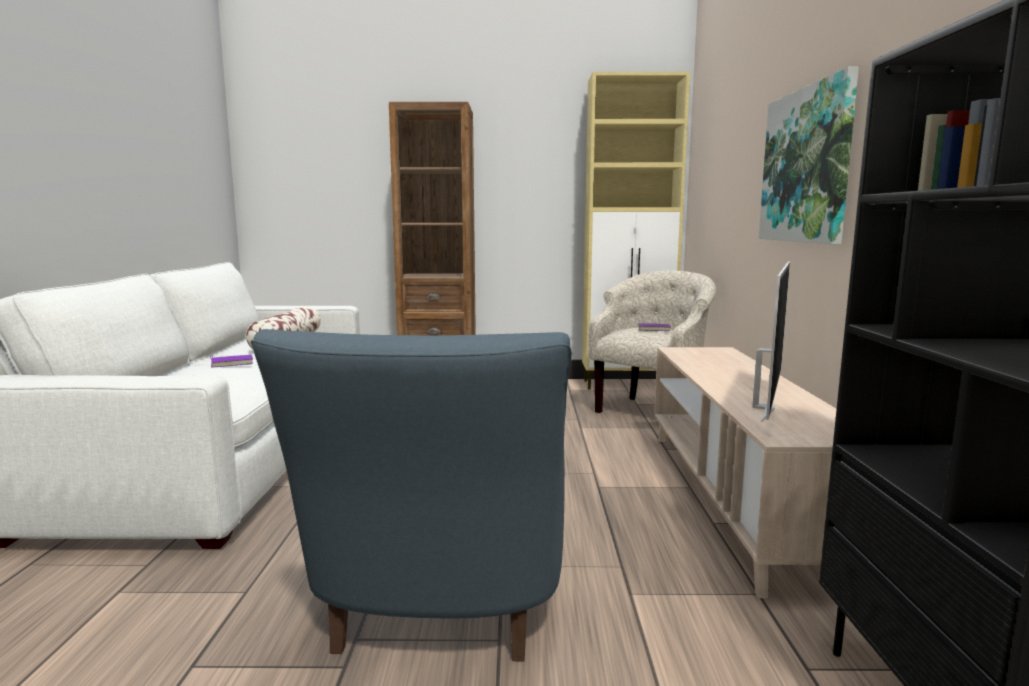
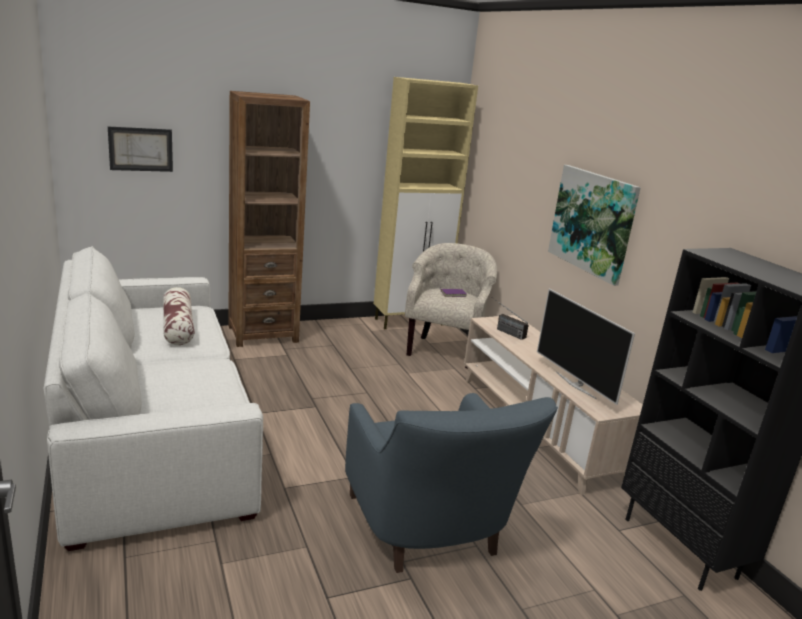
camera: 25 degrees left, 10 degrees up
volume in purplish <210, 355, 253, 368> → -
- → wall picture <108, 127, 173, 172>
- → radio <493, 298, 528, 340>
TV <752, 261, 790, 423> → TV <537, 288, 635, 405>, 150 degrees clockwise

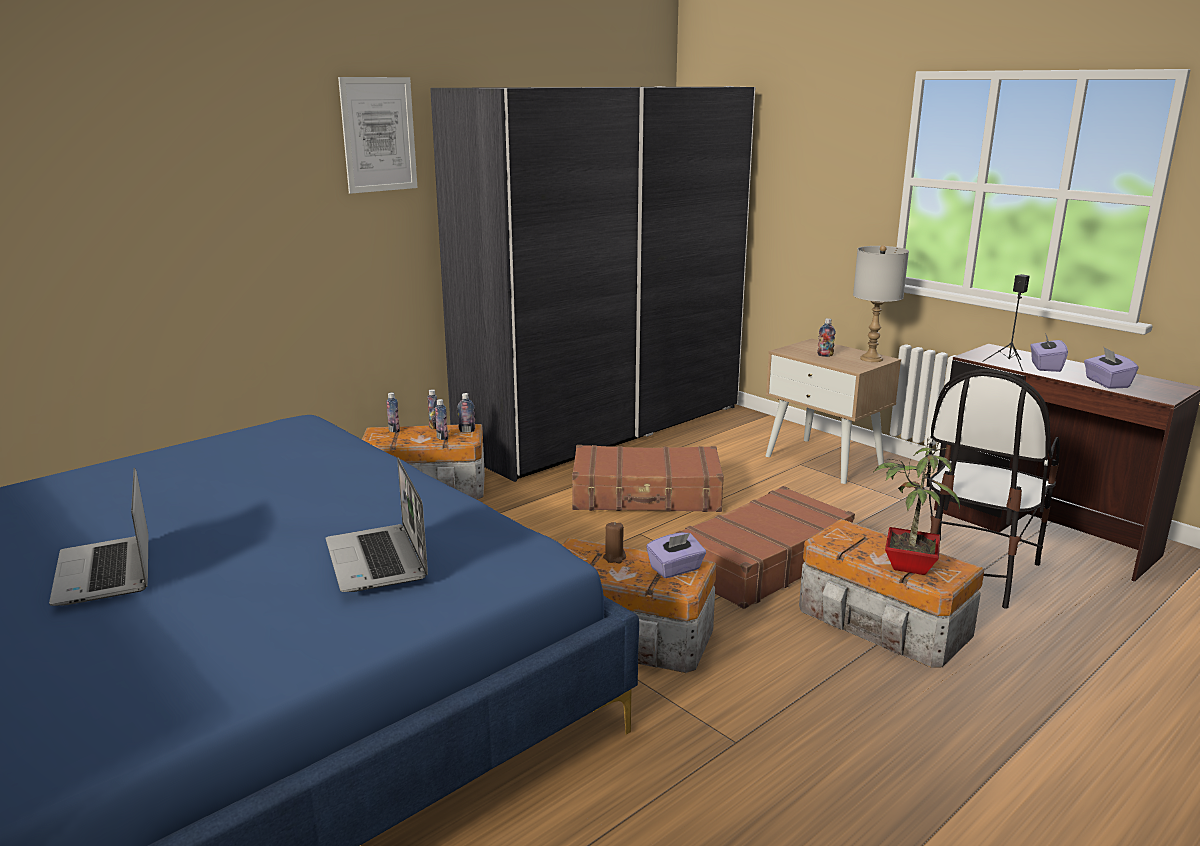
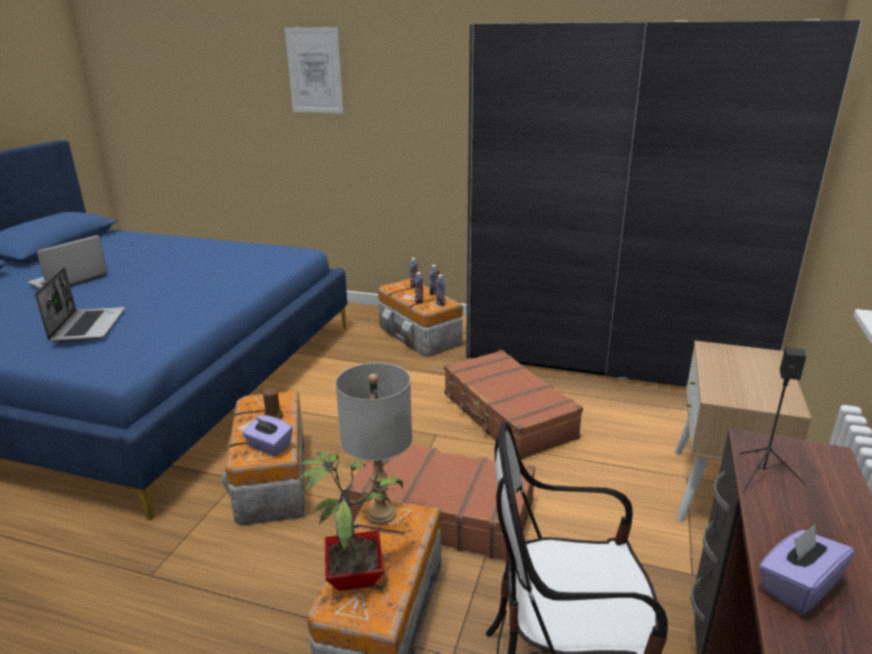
camera: 60 degrees right, 5 degrees up
drink bottle <817, 318, 836, 357> → -
tissue box in purplish <1030, 333, 1068, 372> → -
wall picture <338, 77, 418, 194> → wall picture <285, 27, 344, 113>, moved
lamp for a table in gray <853, 245, 909, 362> → lamp for a table in gray <336, 362, 412, 525>, moved
laptop <326, 458, 428, 592> → laptop <35, 267, 125, 343>, 135 degrees clockwise

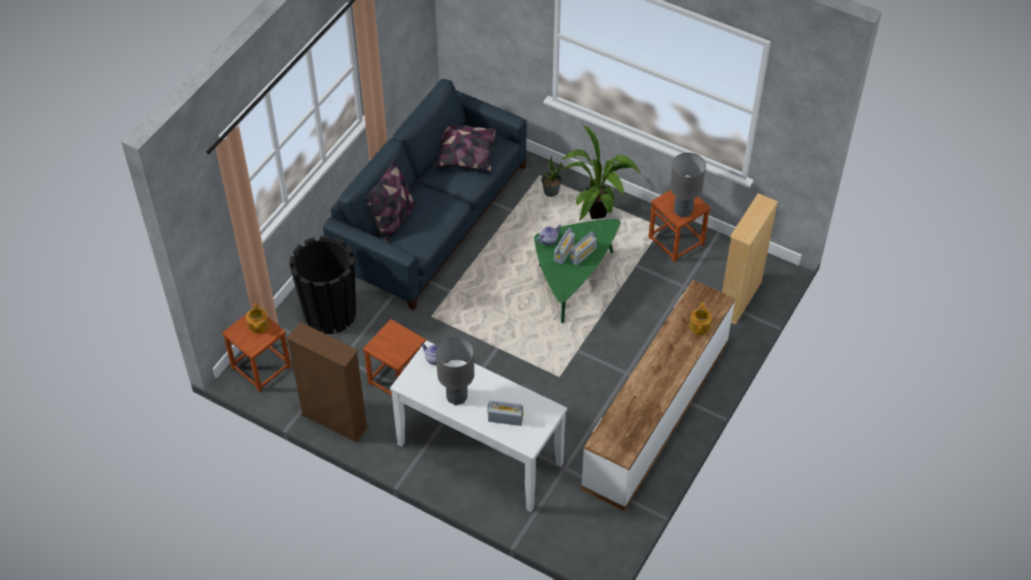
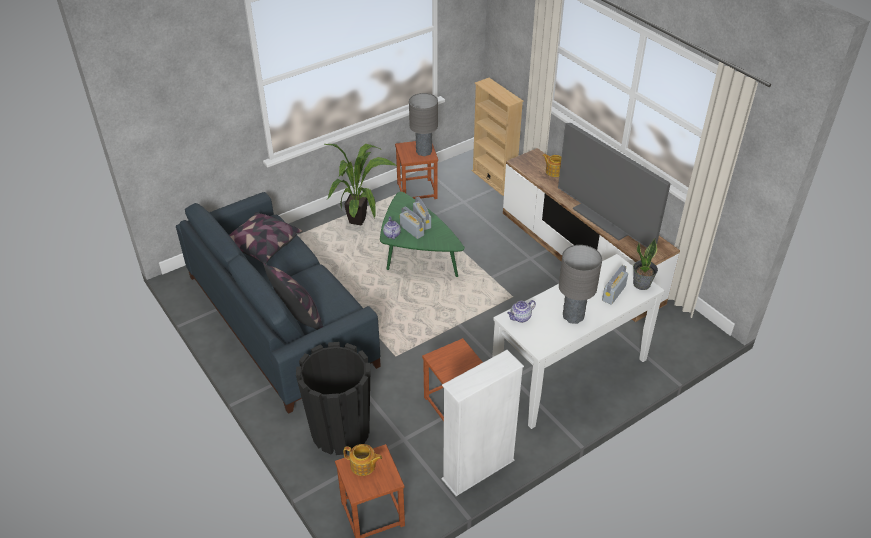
camera: 65 degrees left, 10 degrees down
- → TV <558, 123, 671, 248>
houseplant <541, 155, 563, 197> → houseplant <633, 238, 658, 290>, moved
shelving unit in brown-coloured <287, 322, 369, 443> → shelving unit in whitish <441, 350, 524, 496>

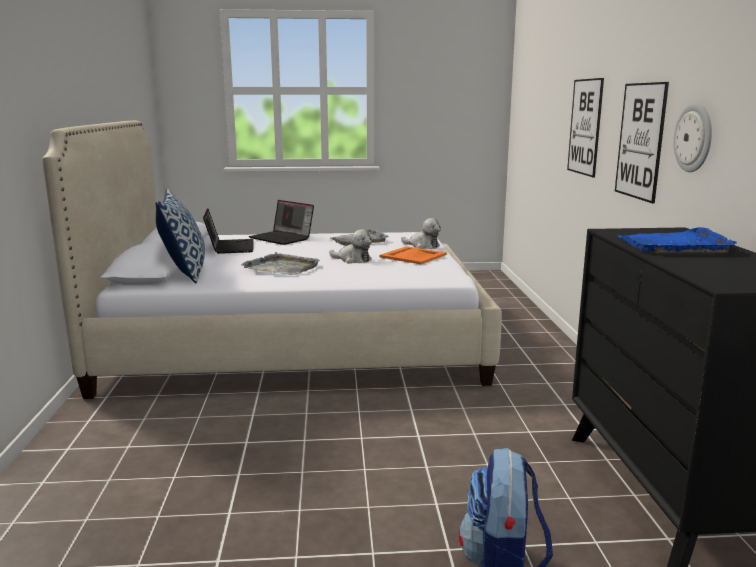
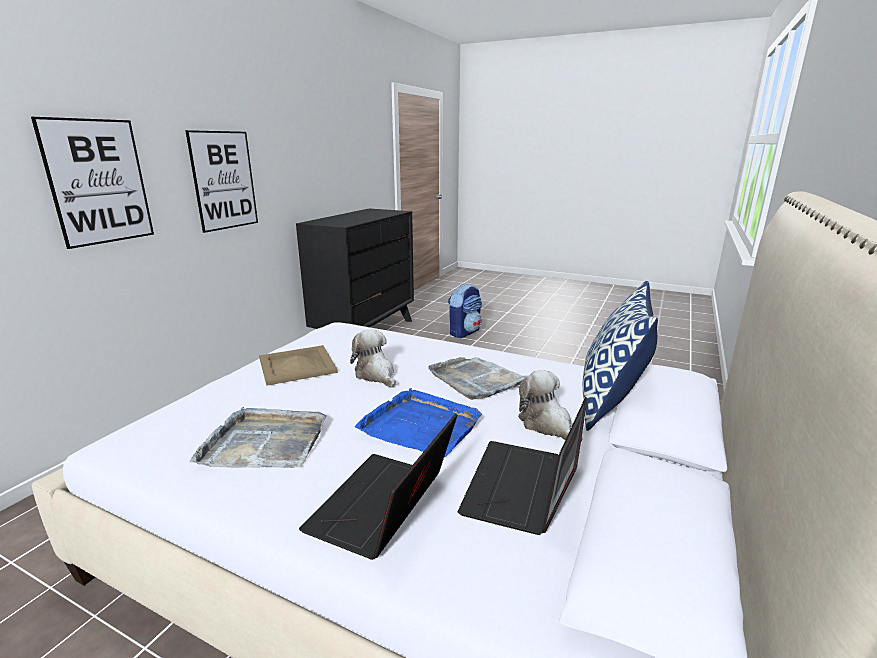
camera: 150 degrees left, 5 degrees up
clock on the wall <673, 103, 712, 172> → -
soft toy <401, 218, 441, 249> → soft toy <518, 370, 582, 441>, moved
tray in blue-coloured <618, 227, 737, 253> → tray in blue-coloured <355, 388, 482, 457>, moved
tray in orangey <380, 246, 447, 264> → tray in sand-coloured <259, 345, 338, 386>
laptop <249, 200, 314, 245> → laptop <299, 413, 457, 560>, 135 degrees counterclockwise

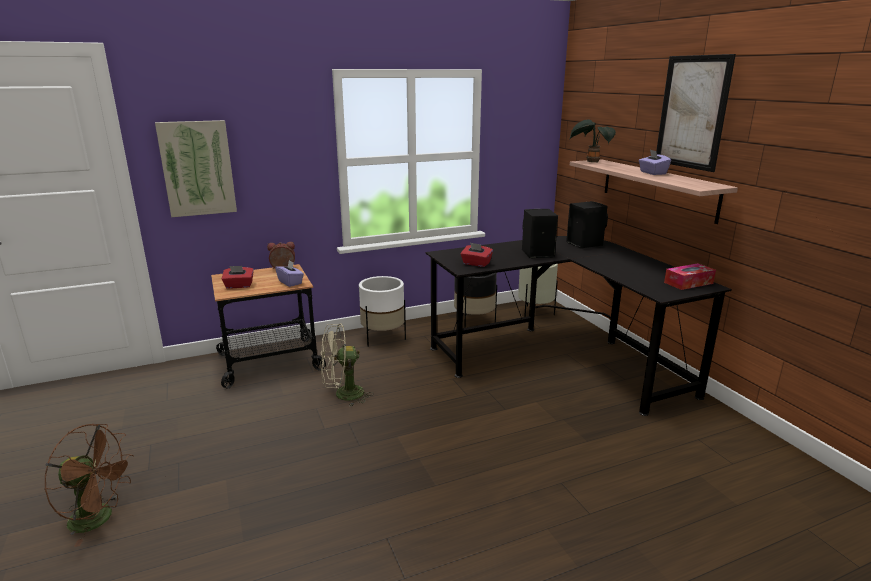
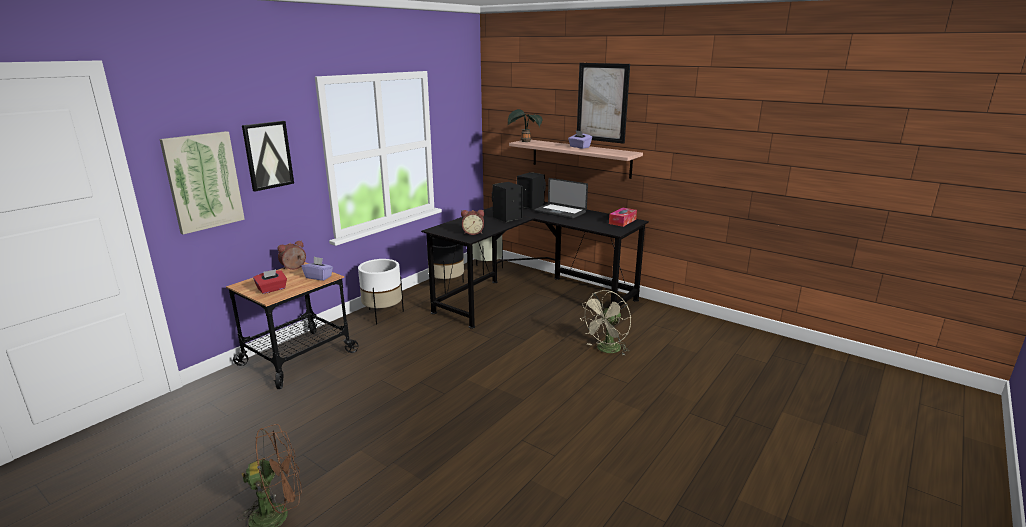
camera: 30 degrees left, 0 degrees up
- → wall picture <242, 121, 294, 192>
- → laptop <534, 178, 588, 219>
fan in sand-coloured <320, 324, 374, 406> → fan in sand-coloured <582, 290, 631, 356>, moved
tissue box in red <461, 243, 493, 267> → table clock <461, 210, 484, 235>

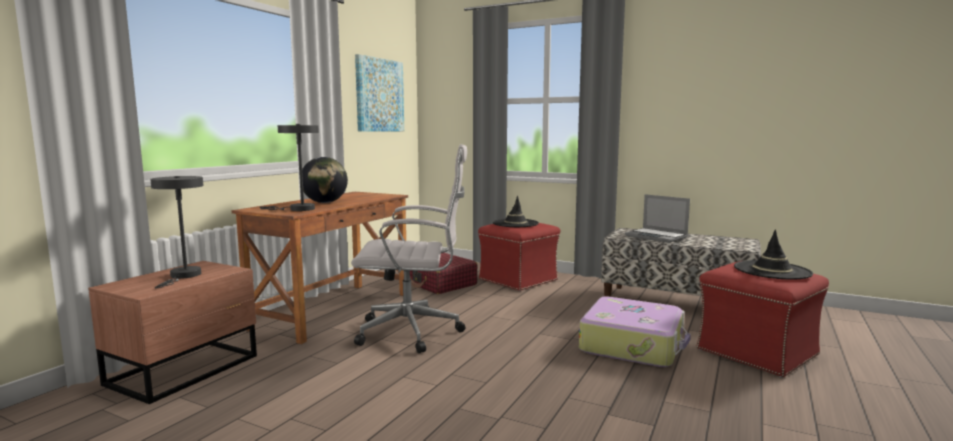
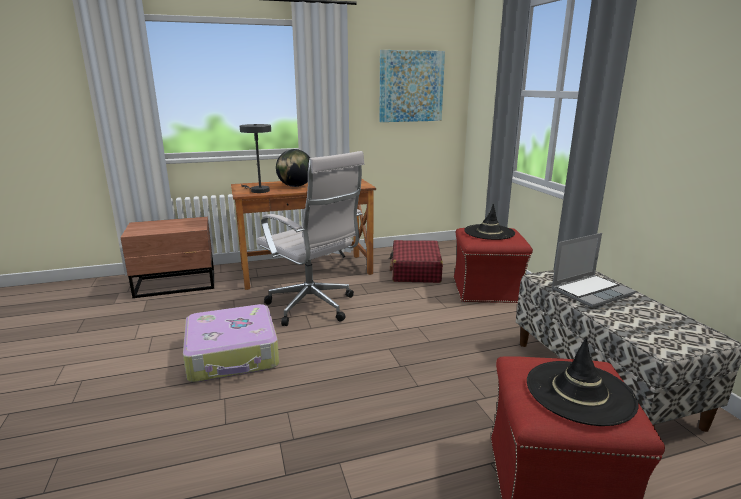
camera: 45 degrees right, 10 degrees up
lamp for a table in gray <150, 176, 204, 288> → -
suitcase <579, 296, 691, 367> → suitcase <183, 304, 279, 382>, moved
laptop <625, 194, 690, 243> → laptop <551, 233, 636, 308>, 120 degrees counterclockwise

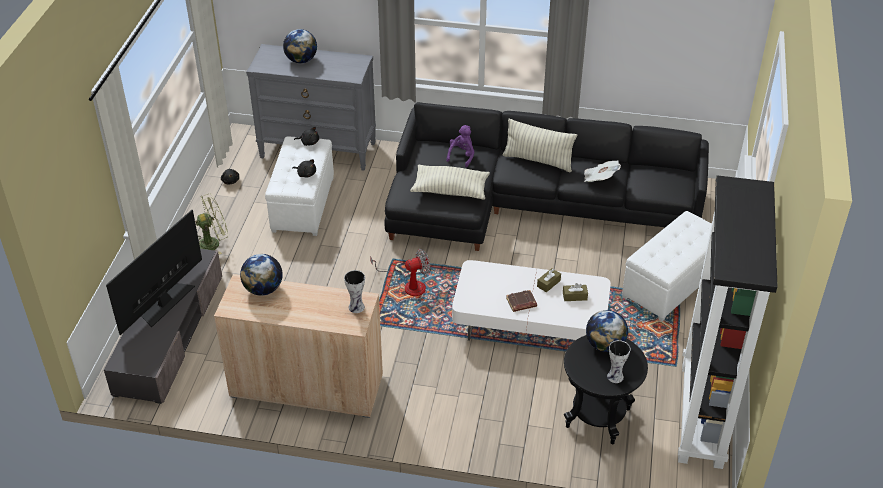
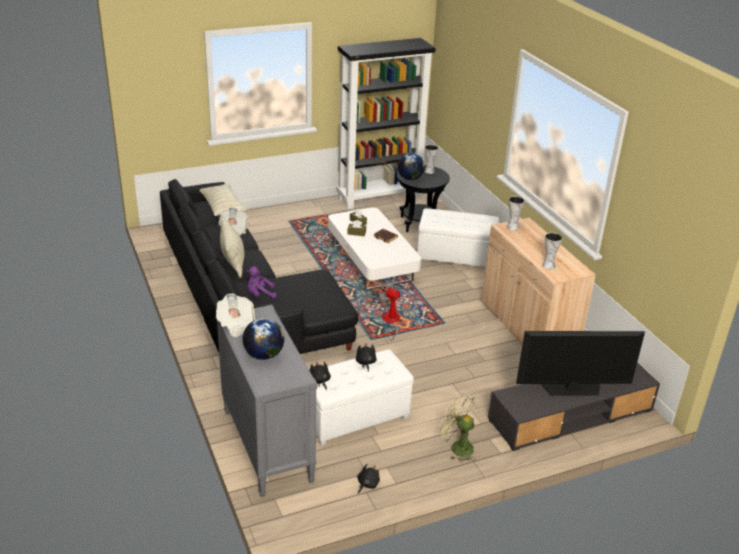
camera: 125 degrees left, 10 degrees down
- → printed paper <216, 293, 255, 337>
pillow <410, 165, 490, 200> → pillow <199, 184, 247, 216>, moved
ottoman in whitish <622, 211, 712, 321> → ottoman in whitish <417, 208, 500, 267>, moved
world globe <240, 254, 283, 296> → decorative vase <542, 233, 562, 269>

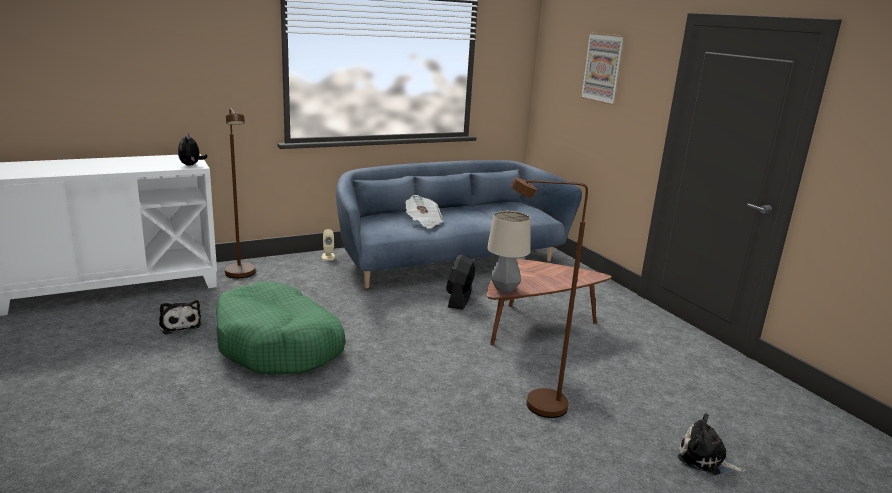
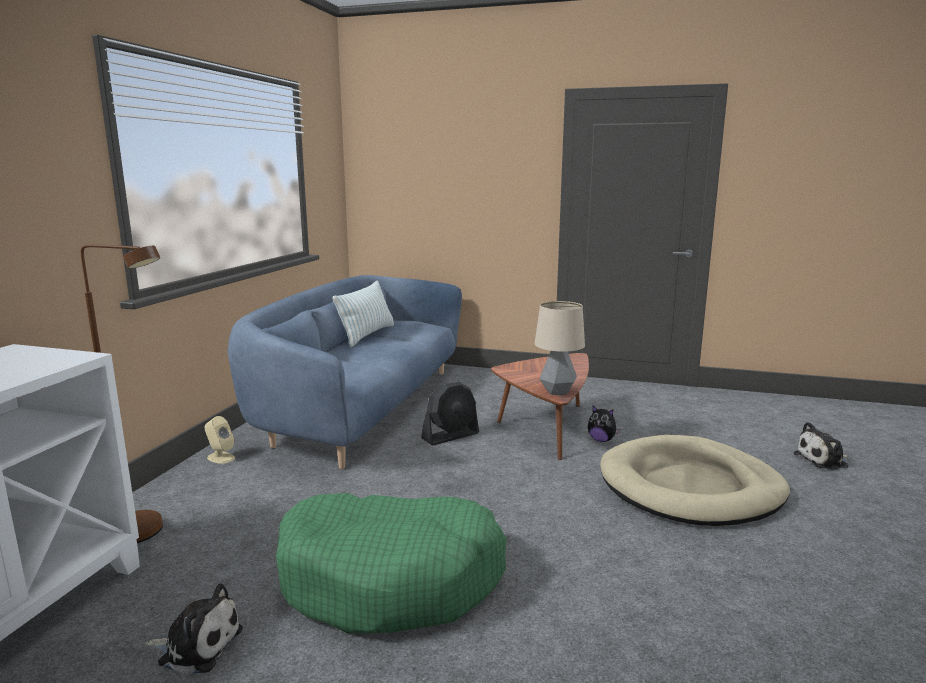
camera: 45 degrees left, 5 degrees down
printed paper <405, 195, 443, 228> → -
wall picture <580, 33, 624, 105> → -
- → pillow <332, 280, 394, 348>
soft toy <178, 133, 208, 166> → soft toy <588, 406, 621, 442>, moved
floor lamp in brown-coloured <511, 177, 588, 418> → pet bed in sand-coloured <600, 435, 790, 526>
fan in black <446, 254, 476, 310> → fan in black <421, 382, 479, 446>, 90 degrees counterclockwise

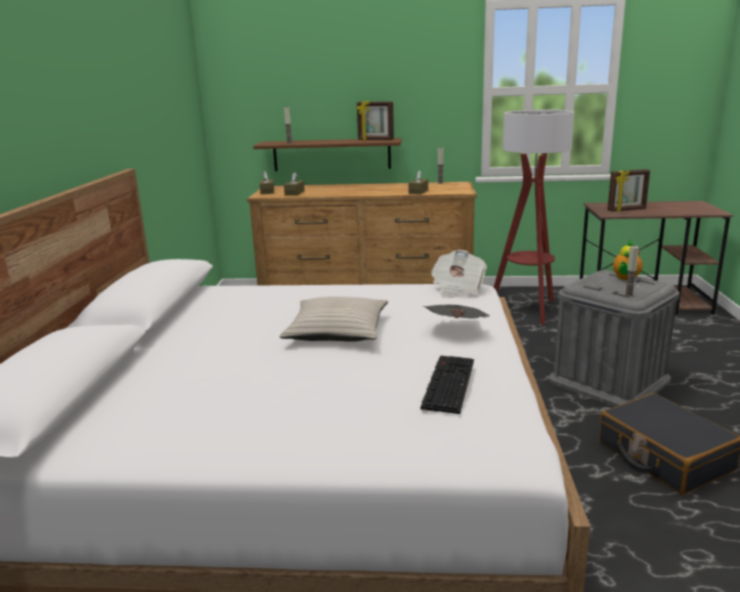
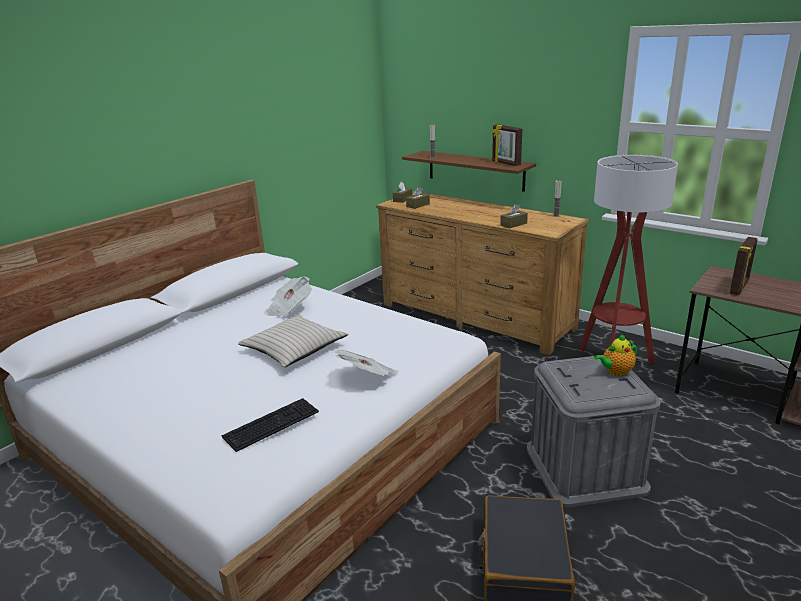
camera: 35 degrees right, 5 degrees up
candle <624, 245, 639, 297> → -
printed paper <431, 250, 487, 298> → printed paper <264, 276, 312, 317>, moved
picture frame <607, 169, 650, 212> → picture frame <729, 237, 758, 296>, 75 degrees counterclockwise

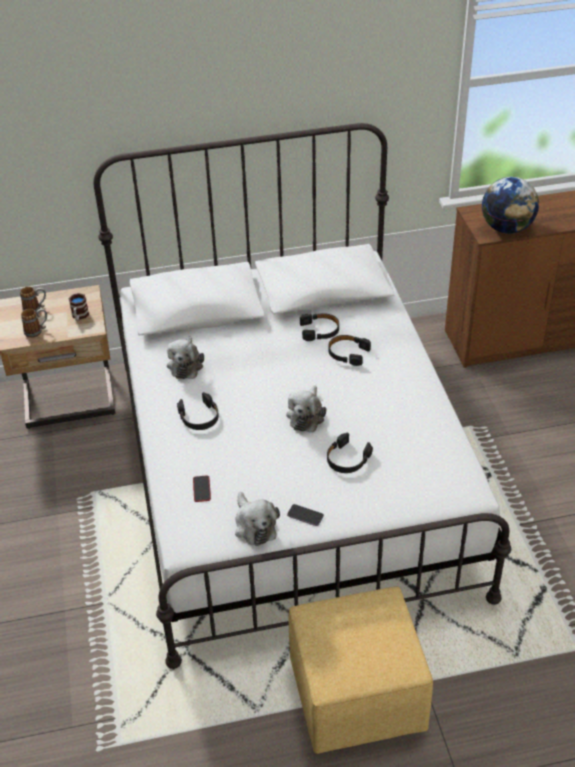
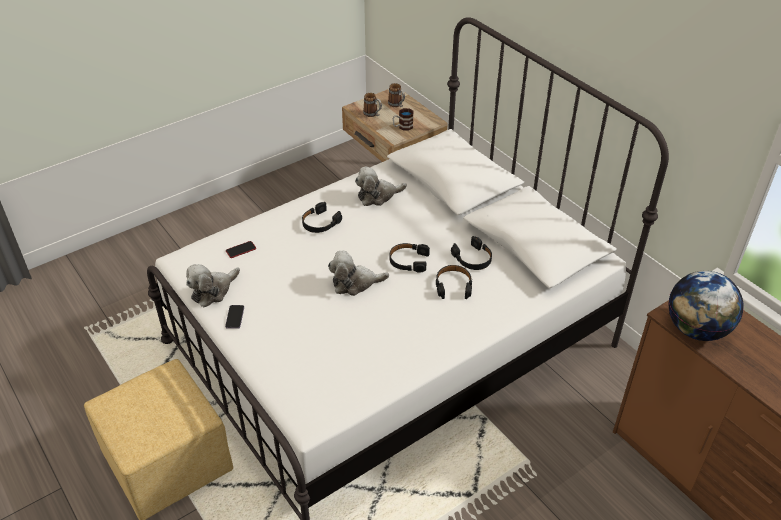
camera: 65 degrees right, 0 degrees up
headset in black <327, 433, 373, 473> → headset in black <390, 243, 430, 273>, moved

